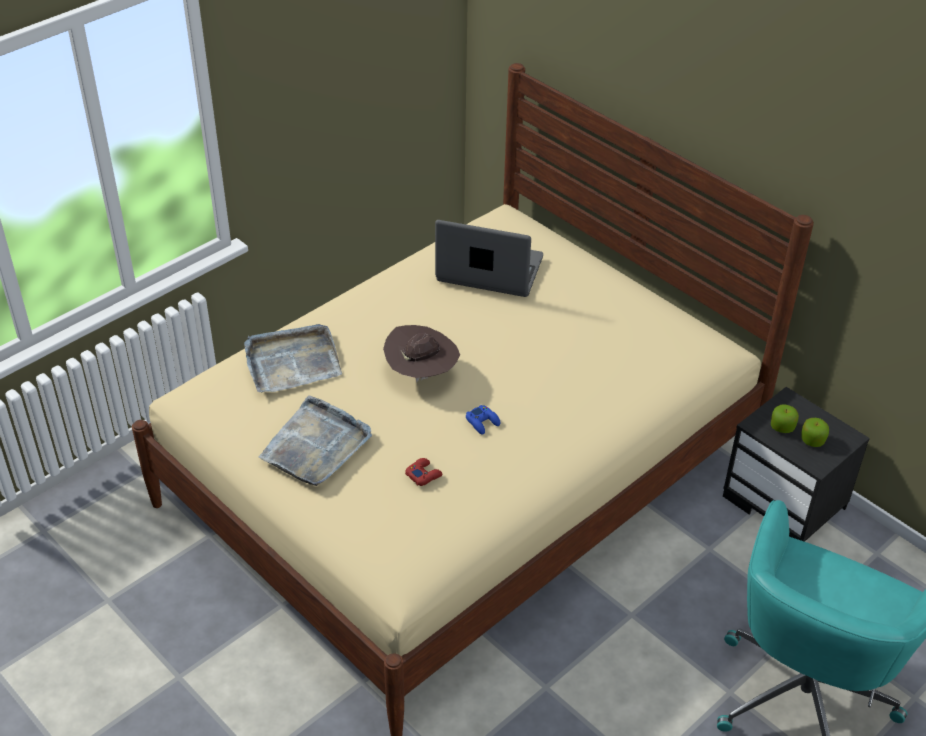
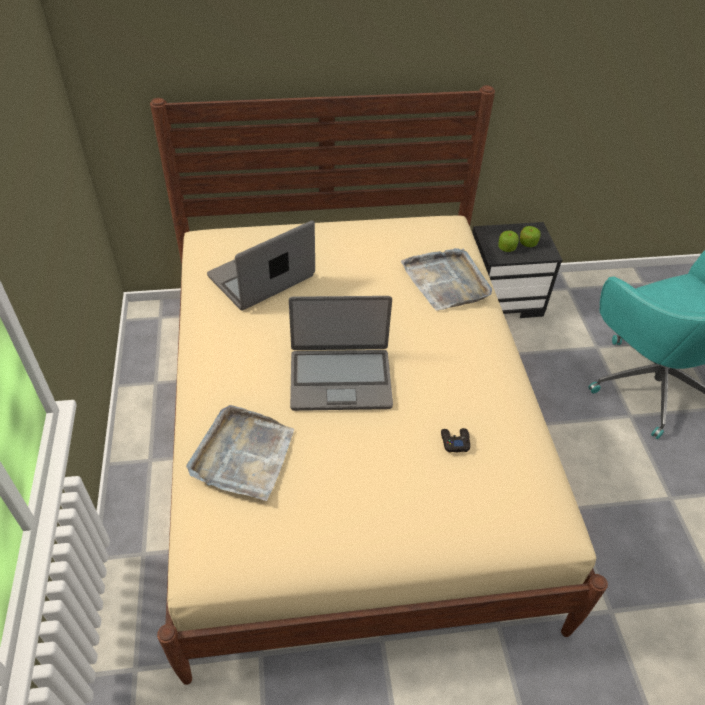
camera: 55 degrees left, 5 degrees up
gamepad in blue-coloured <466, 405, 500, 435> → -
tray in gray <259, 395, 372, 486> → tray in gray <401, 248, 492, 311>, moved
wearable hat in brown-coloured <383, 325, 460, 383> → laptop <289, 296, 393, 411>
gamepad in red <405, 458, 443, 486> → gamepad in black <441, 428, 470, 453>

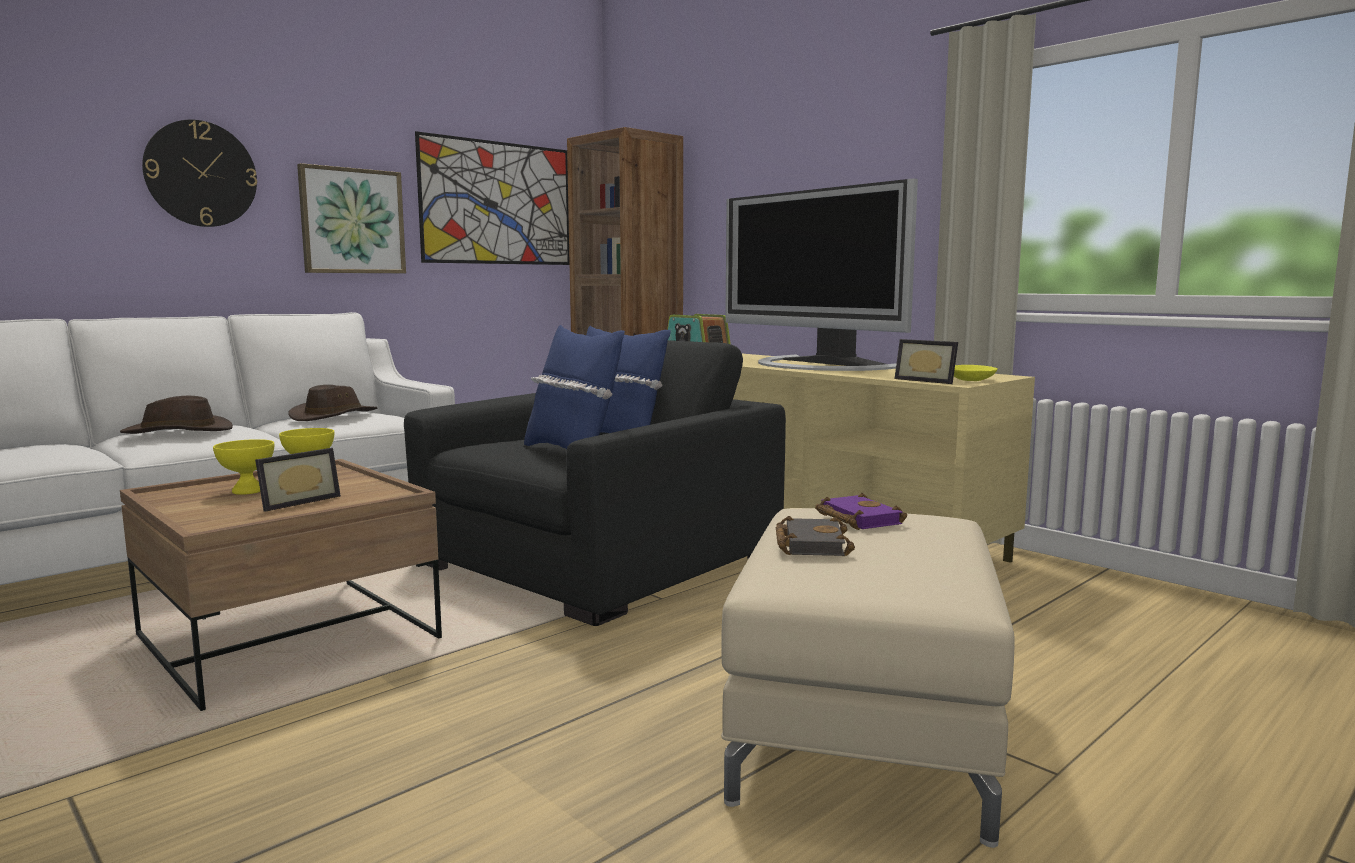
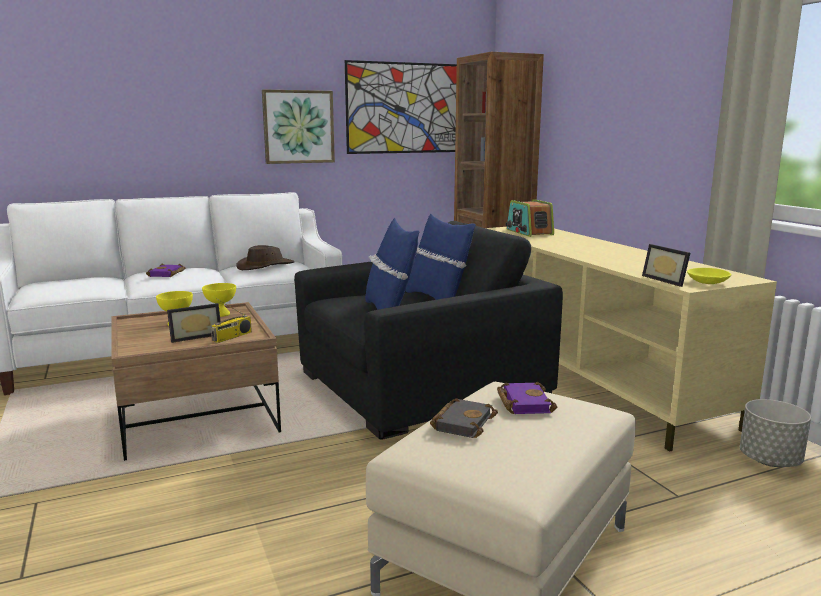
camera: 20 degrees right, 5 degrees up
clock on the wall <142, 120, 257, 227> → -
TV <725, 179, 918, 371> → -
- → radio <211, 298, 252, 343>
- → planter in gray <740, 399, 811, 467>
wearable hat in brown-coloured <120, 396, 233, 434> → volume in purplish <146, 263, 185, 277>

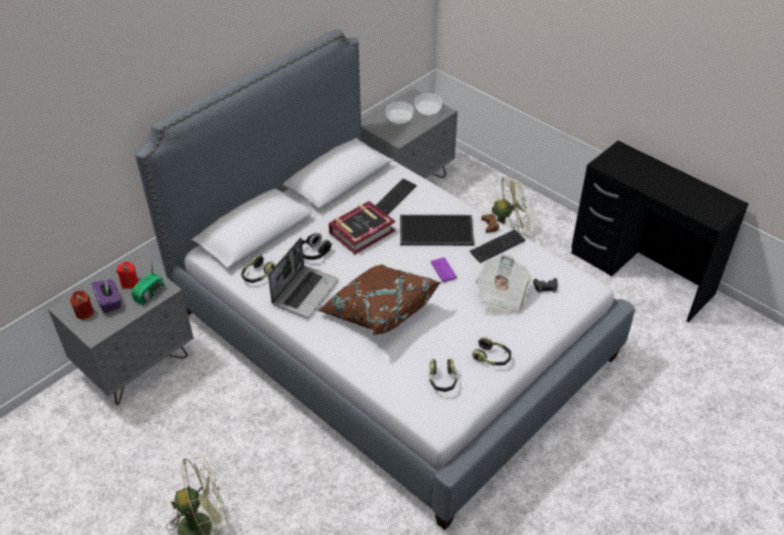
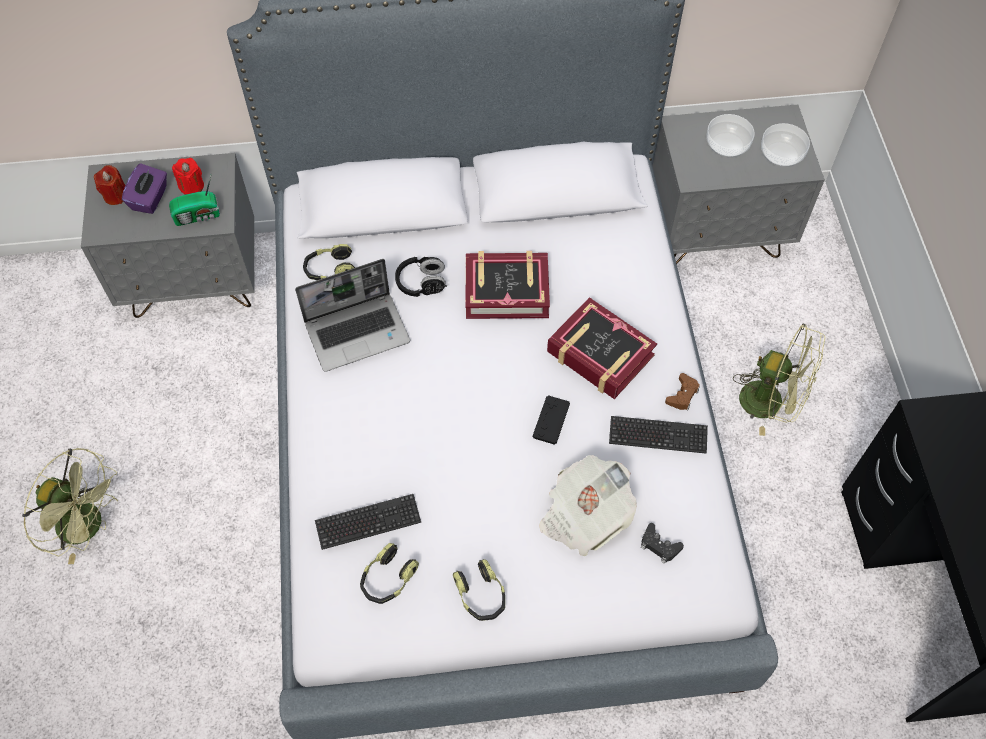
camera: 40 degrees right, 15 degrees up
pillow in brown-coloured <317, 264, 441, 335> → -
computer keyboard <375, 178, 417, 215> → computer keyboard <315, 494, 421, 550>, moved
tray <400, 215, 474, 246> → volume <547, 297, 657, 399>
gamepad in purplish <431, 257, 457, 282> → gamepad in black <533, 395, 570, 445>

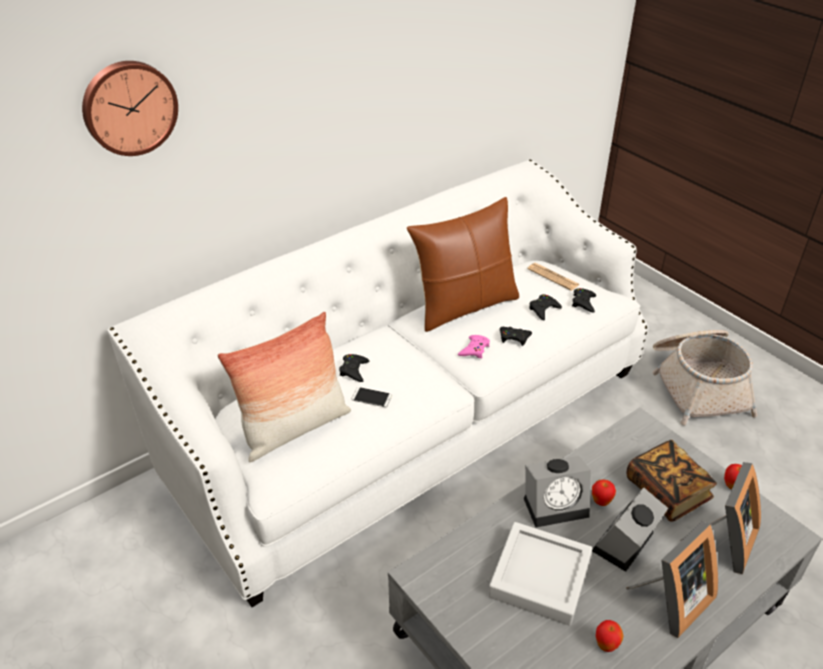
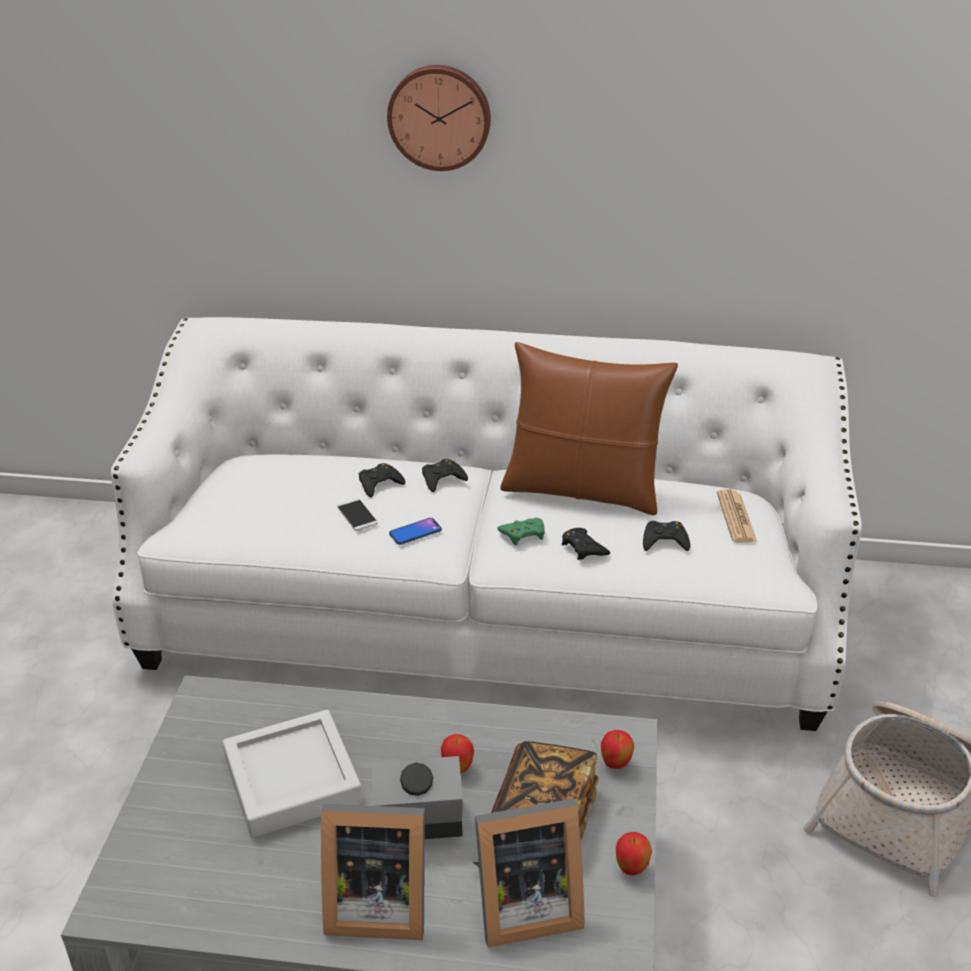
camera: 45 degrees right, 5 degrees down
pillow <217, 312, 351, 462> → -
table clock <524, 456, 591, 527> → -
- → phone <389, 518, 442, 545>
clock on the wall <82, 61, 178, 156> → clock on the wall <387, 65, 491, 171>, moved
gamepad in black <572, 288, 596, 313> → gamepad in black <422, 459, 468, 492>, moved
apple fruit <596, 620, 623, 652> → apple fruit <601, 730, 634, 769>, moved
gamepad in pink <458, 335, 490, 358> → gamepad in green-coloured <497, 518, 545, 546>

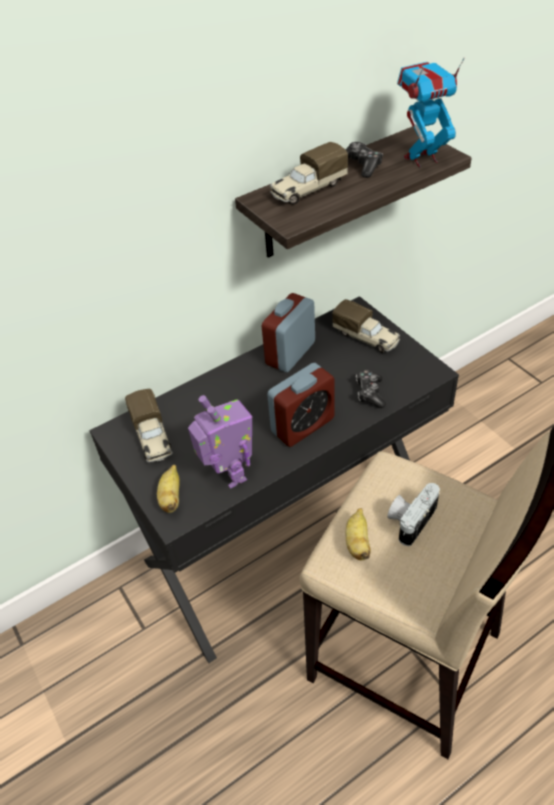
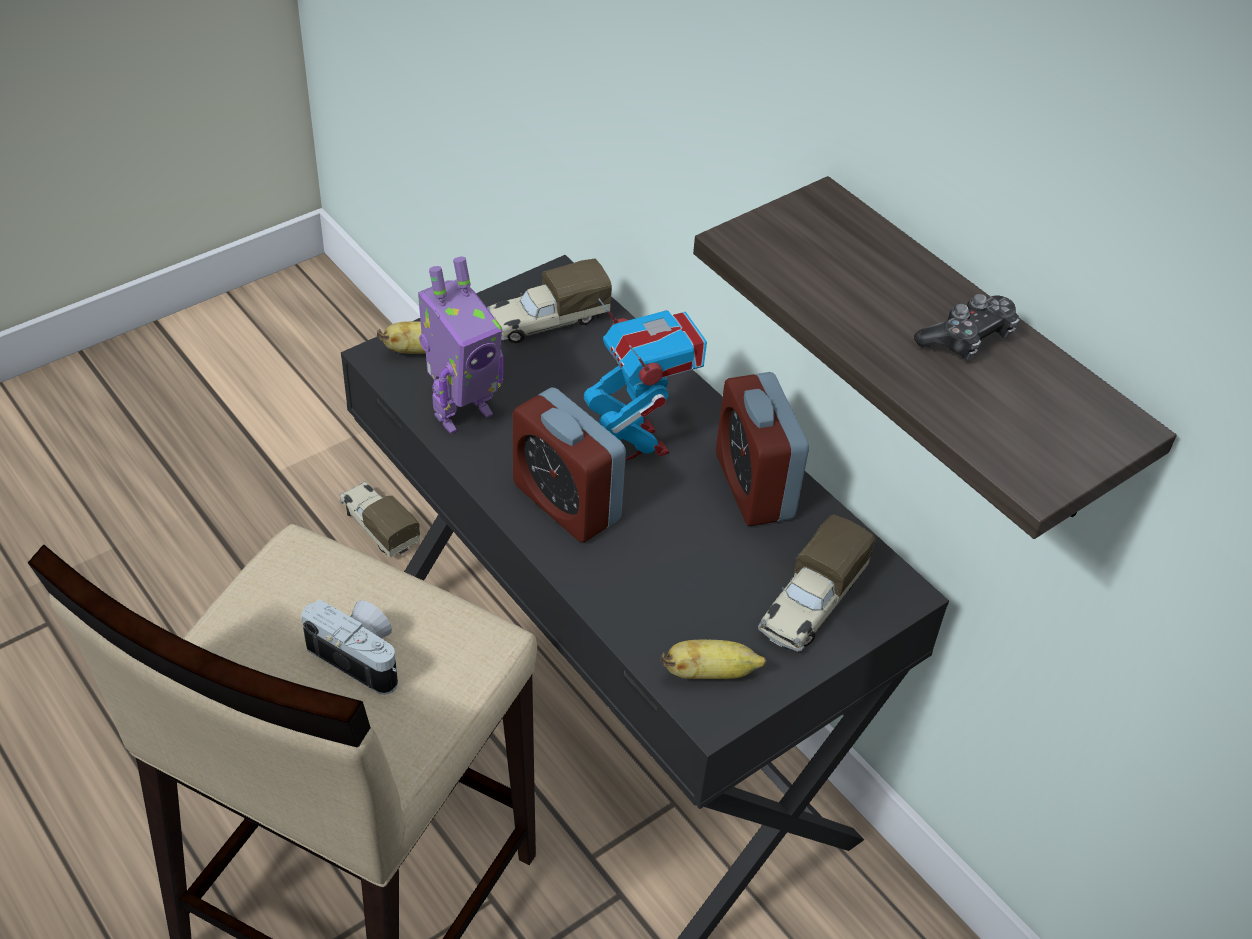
camera: 80 degrees right, 0 degrees up
gamepad <356, 370, 386, 408> → -
model truck <270, 142, 348, 205> → model truck <339, 481, 420, 557>, moved
whole banana <346, 508, 371, 561> → whole banana <660, 640, 766, 679>, moved
model robot <397, 58, 464, 167> → model robot <584, 298, 707, 460>, moved
table clock <262, 293, 315, 372> → table clock <716, 372, 809, 526>, 135 degrees counterclockwise

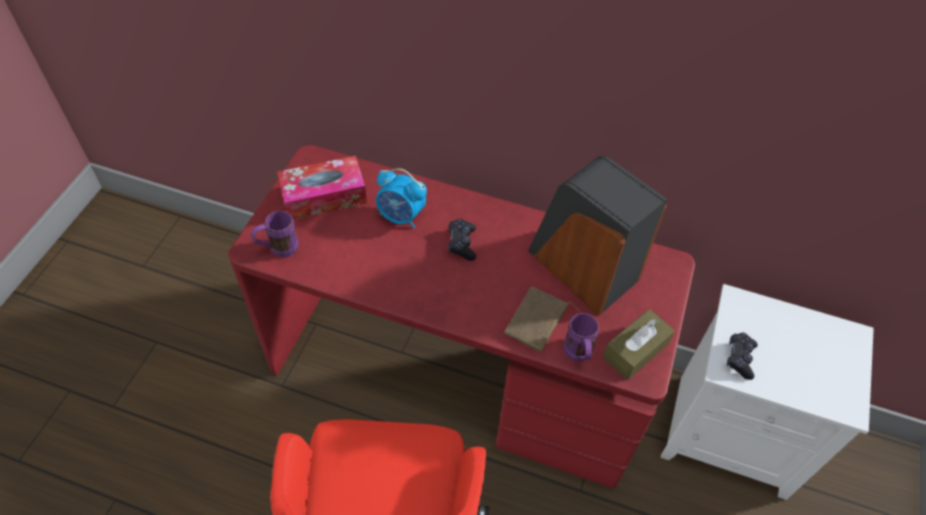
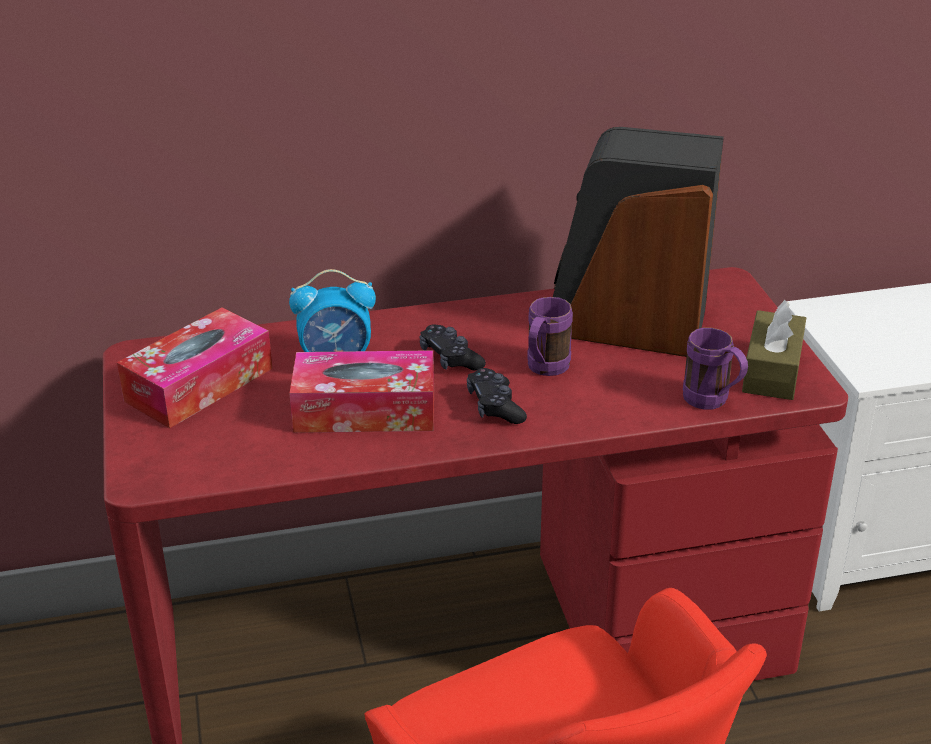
camera: 30 degrees left, 20 degrees down
volume in brown-coloured <504, 287, 580, 352> → -
- → tissue box <289, 350, 434, 433>
coffee mug in purplish <251, 211, 299, 257> → coffee mug in purplish <527, 297, 573, 376>, moved
gamepad in black <727, 333, 758, 380> → gamepad in black <467, 368, 527, 424>, moved

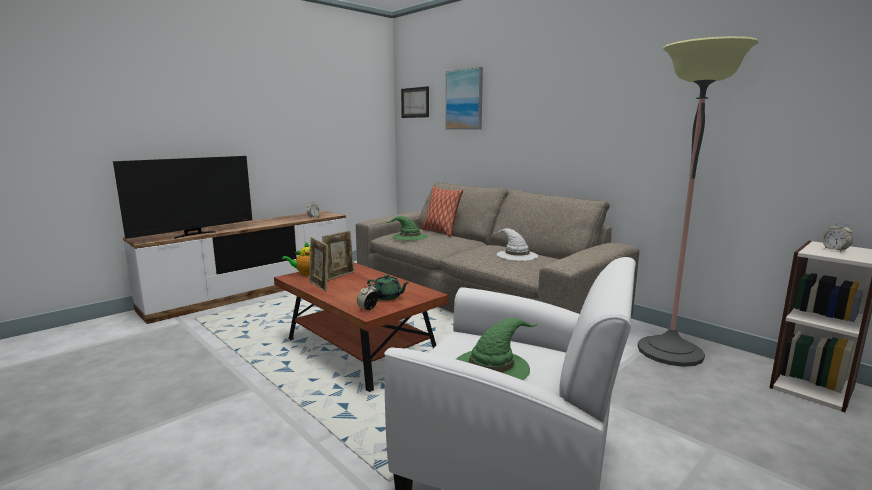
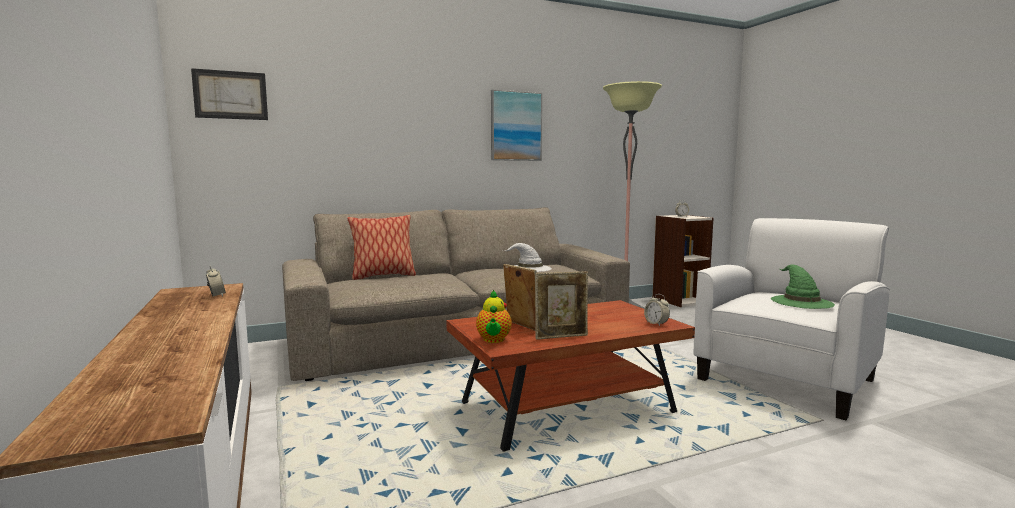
camera: 70 degrees left, 5 degrees down
TV <113, 156, 252, 239> → -
teapot in green-coloured <367, 275, 409, 300> → -
wearable hat in green-coloured <386, 216, 427, 240> → -
wall picture <446, 67, 483, 130> → wall picture <491, 89, 542, 161>, moved

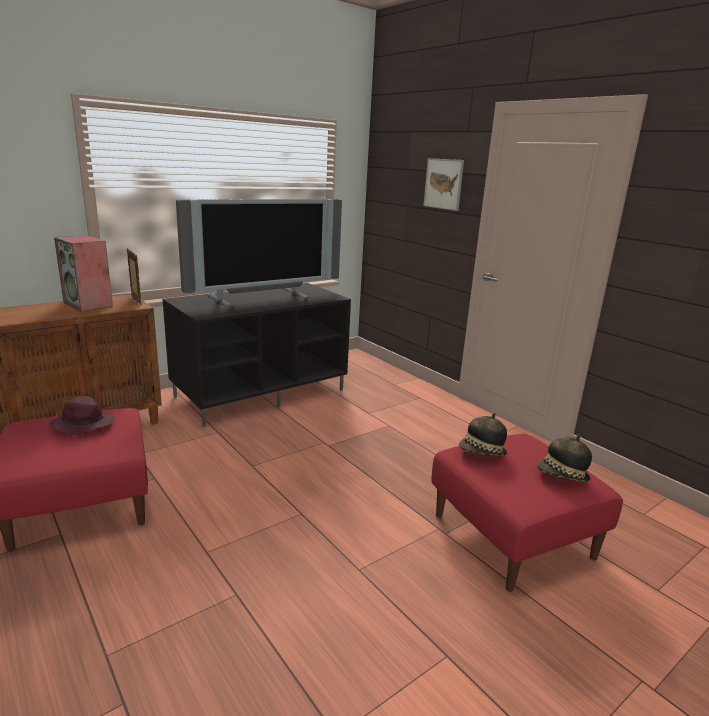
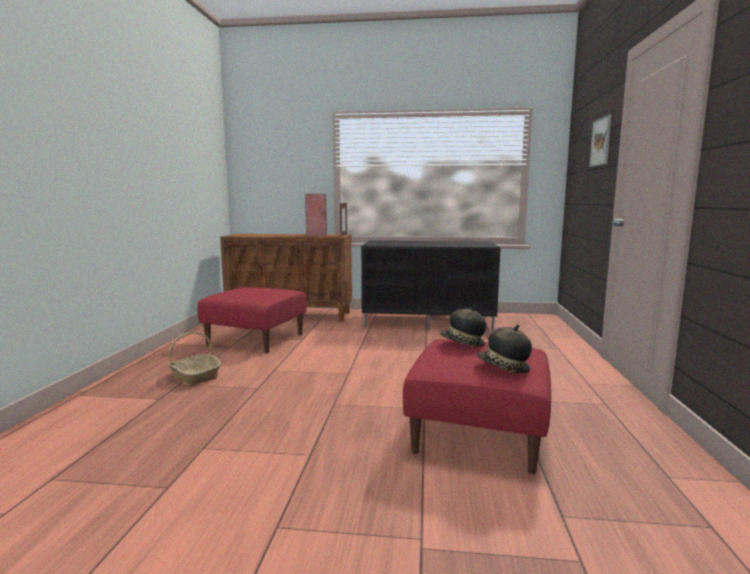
camera: 45 degrees right, 10 degrees down
wearable hat in purplish <49, 396, 115, 435> → -
TV <176, 199, 342, 308> → -
- → household basket <168, 332, 221, 385>

